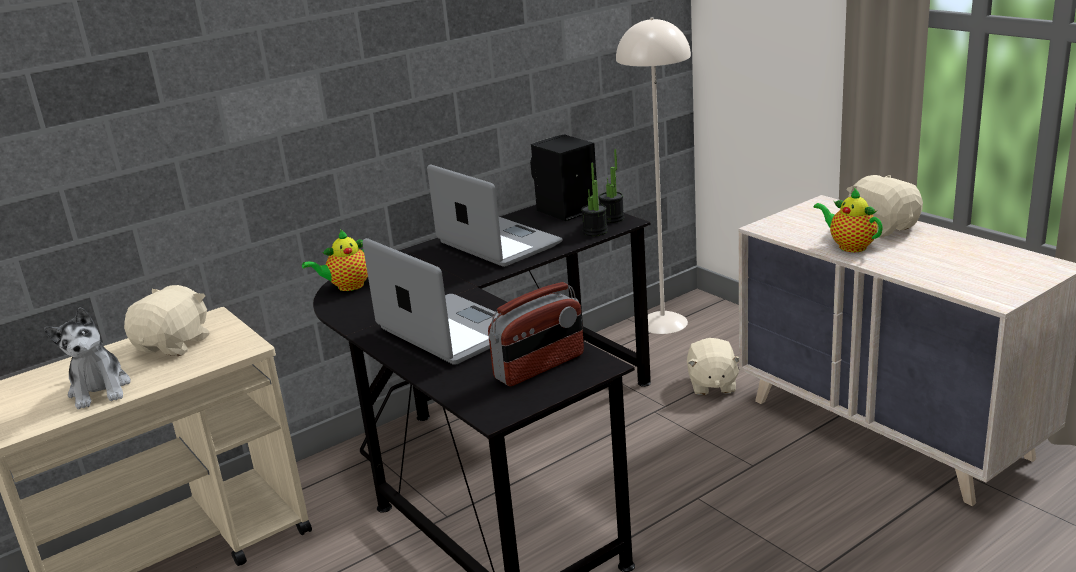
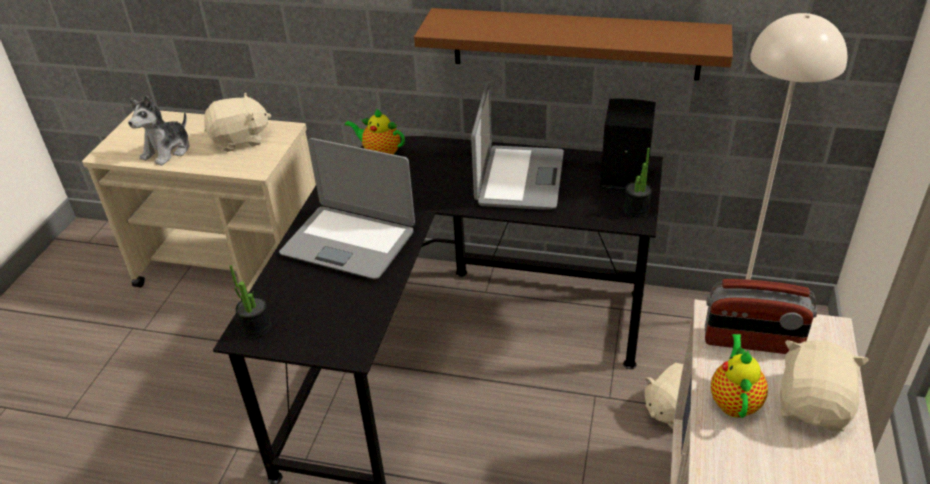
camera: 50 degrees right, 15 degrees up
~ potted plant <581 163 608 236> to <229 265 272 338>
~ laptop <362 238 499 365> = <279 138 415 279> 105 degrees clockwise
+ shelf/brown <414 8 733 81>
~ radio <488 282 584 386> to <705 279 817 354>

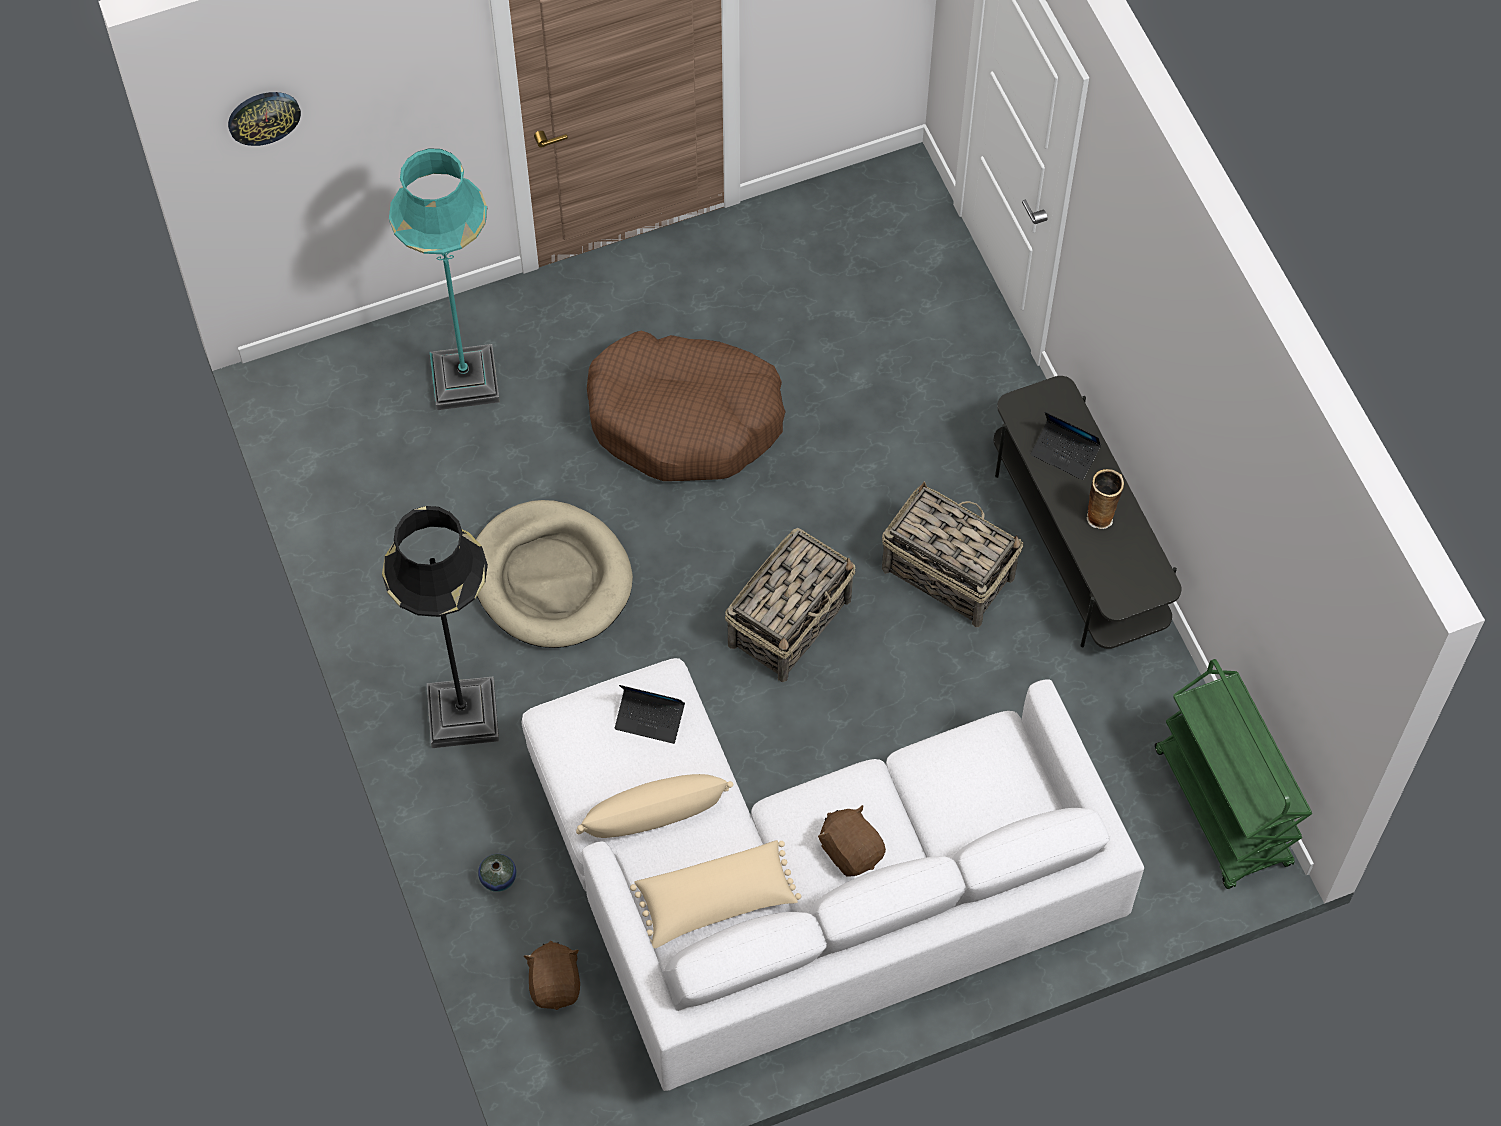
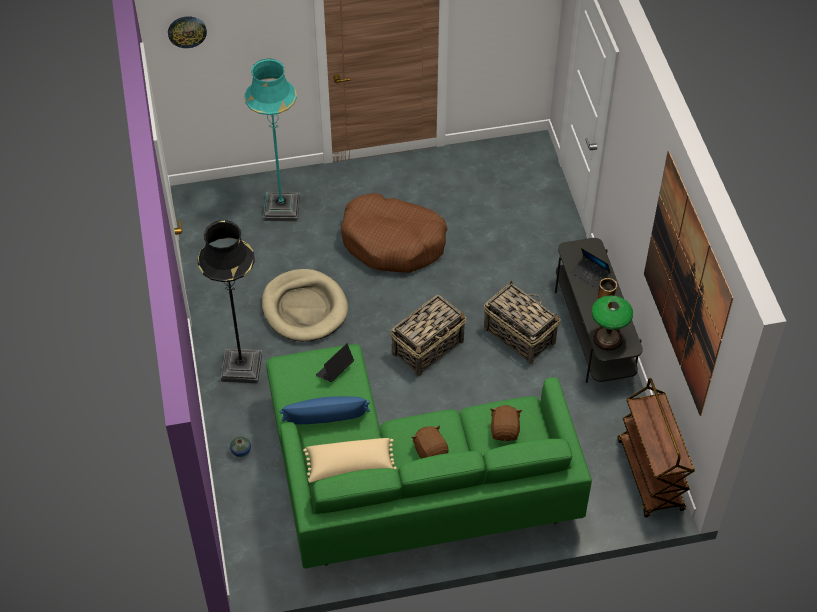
camera: 10 degrees right, 10 degrees down
~ sofa/white <522 658 1144 1091> to sofa/green <266 344 592 568>
~ pillow/beige <576 774 733 838> to pillow/blue <279 396 370 424>
~ laptop <615 685 685 744> = <316 343 354 382> 105 degrees clockwise
~ plush toy/brown <523 941 580 1010> to <490 405 522 441>
+ table lamp <592 295 633 351>
~ cart/green <1155 659 1312 889> to cart/brown <617 378 695 518>
+ picture <644 151 733 416>

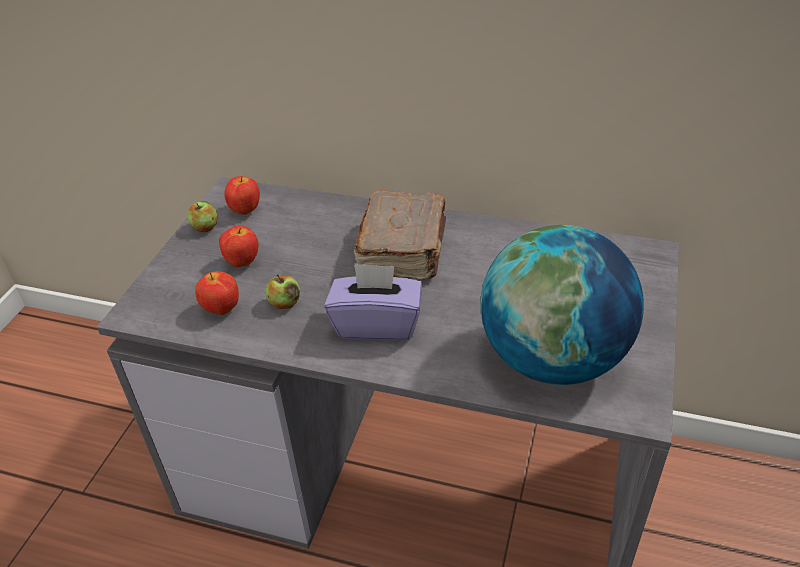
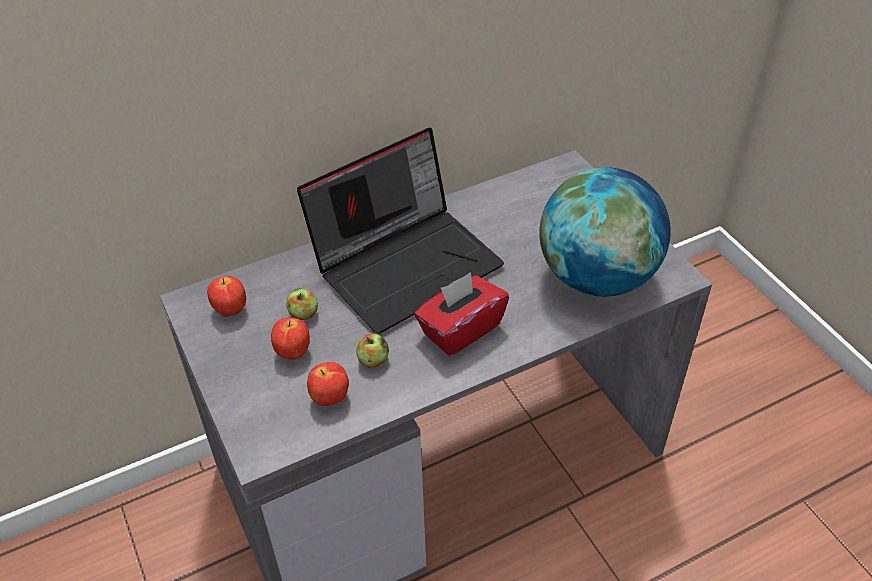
camera: 45 degrees left, 5 degrees up
~ apple <188 201 218 232> to <286 289 318 320>
~ book/brown <354 190 446 280> to laptop <297 128 504 334>
~ tissue box/purple <325 264 422 341> to tissue box/red <414 272 509 356>

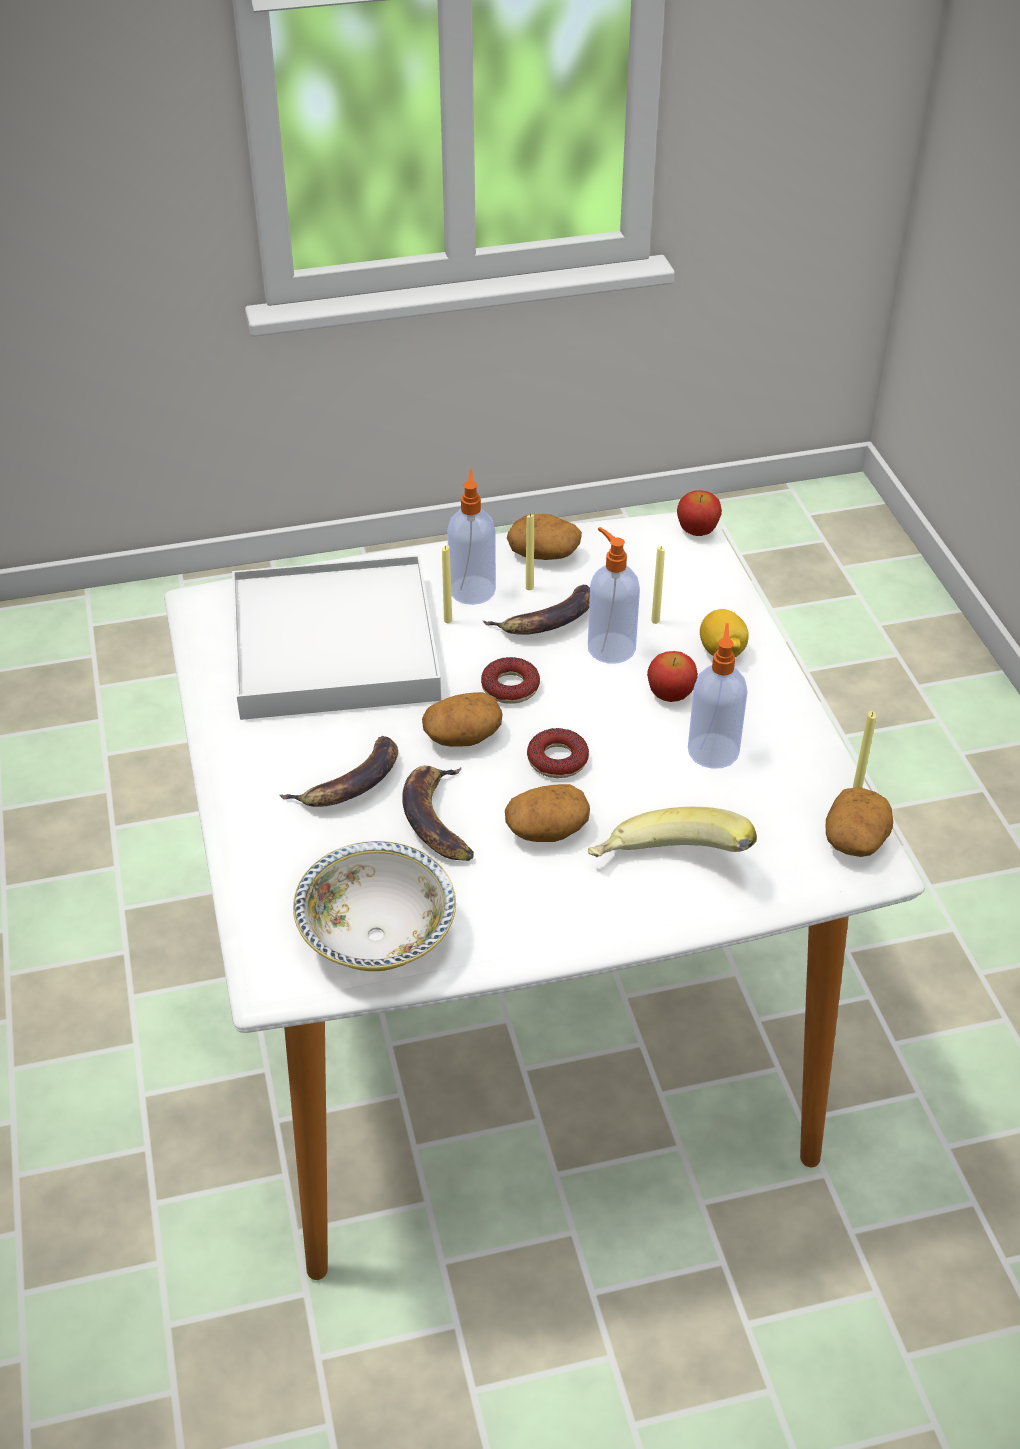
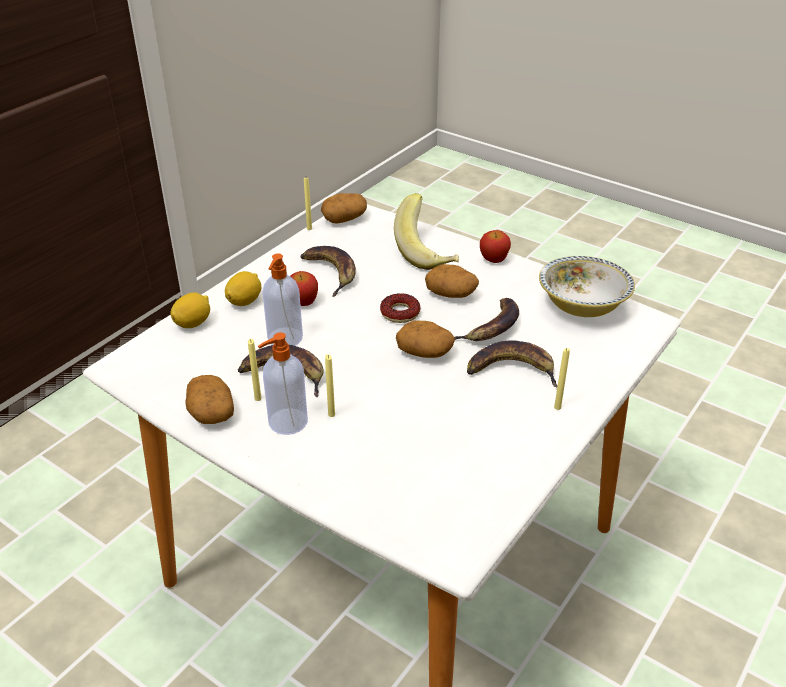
camera: 130 degrees left, 5 degrees down
+ lemon <170 293 210 328>
~ soap dispenser <688 623 747 769> to banana <301 246 356 297>
~ apple <677 490 722 536> to <480 230 511 263>
~ candle/yellow <651 546 665 624> to <554 348 570 410>
- tray/white <232 555 441 720>
- donut <481 657 540 704>

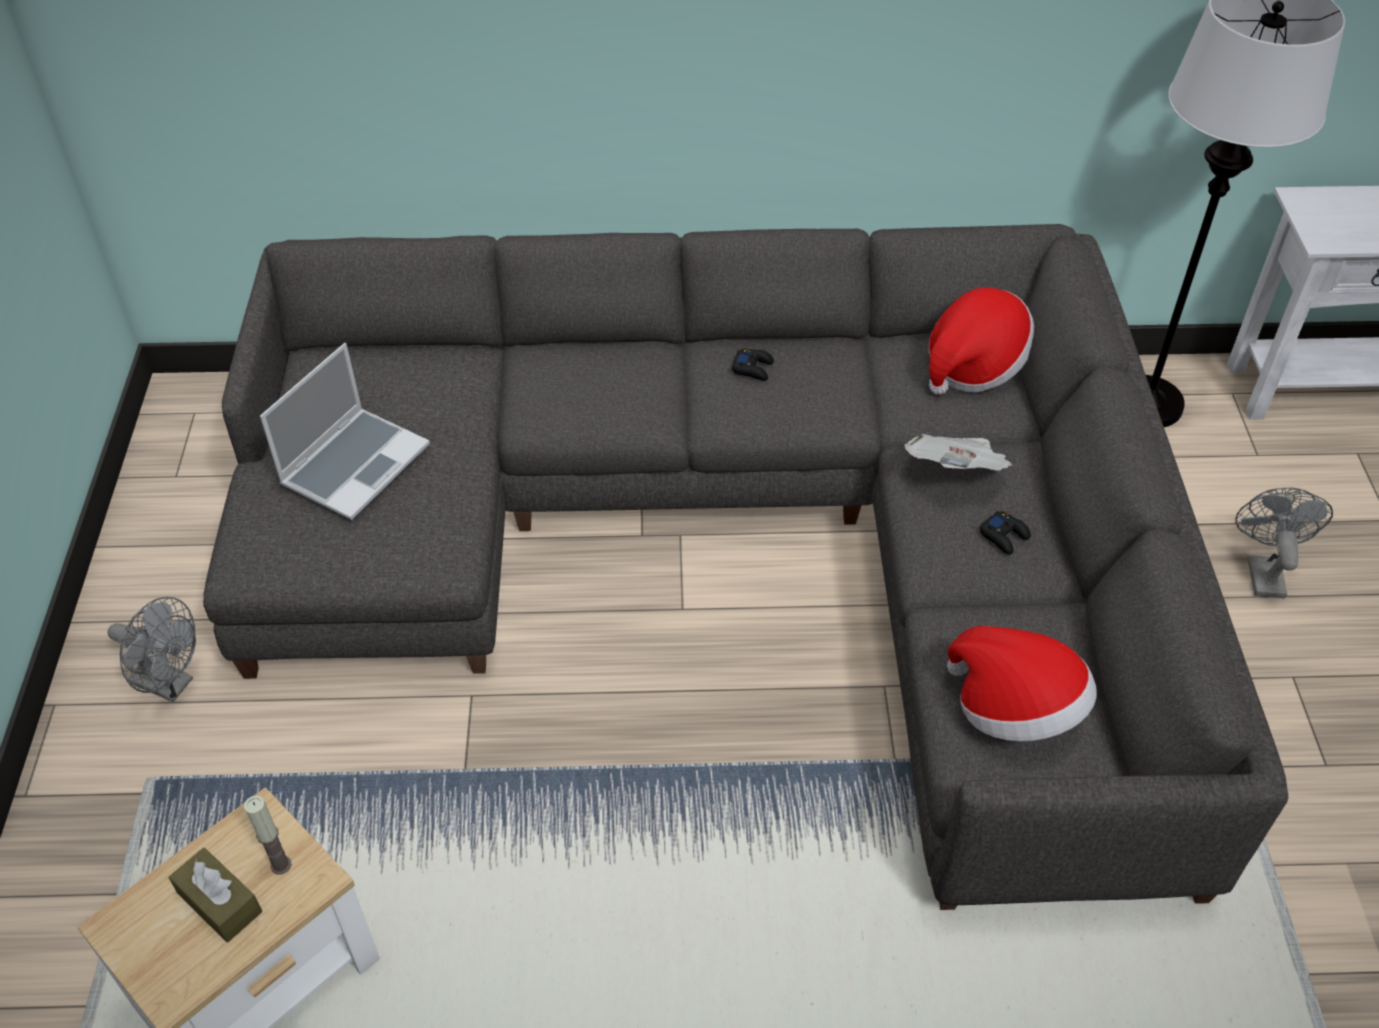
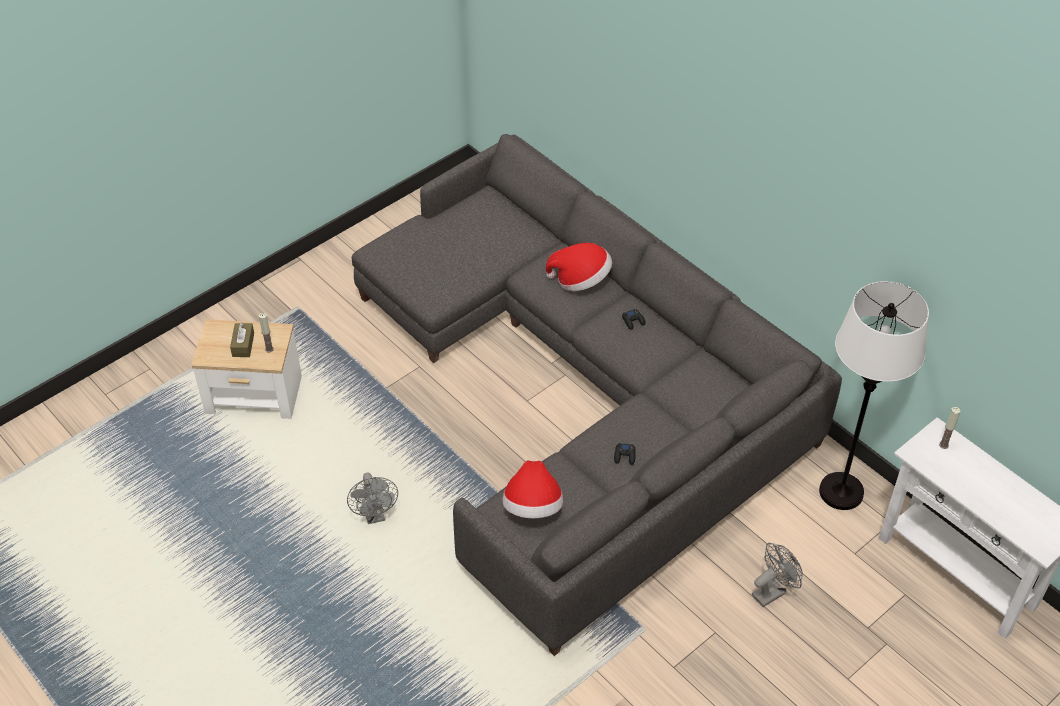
camera: 50 degrees right, 0 degrees up
~ fan/grey <107 597 196 702> to <347 472 398 524>
~ hat <929 287 1034 395> to <546 243 612 291>
+ candle <939 407 960 449>
- laptop <260 343 430 520>
- newspaper <904 434 1013 471>

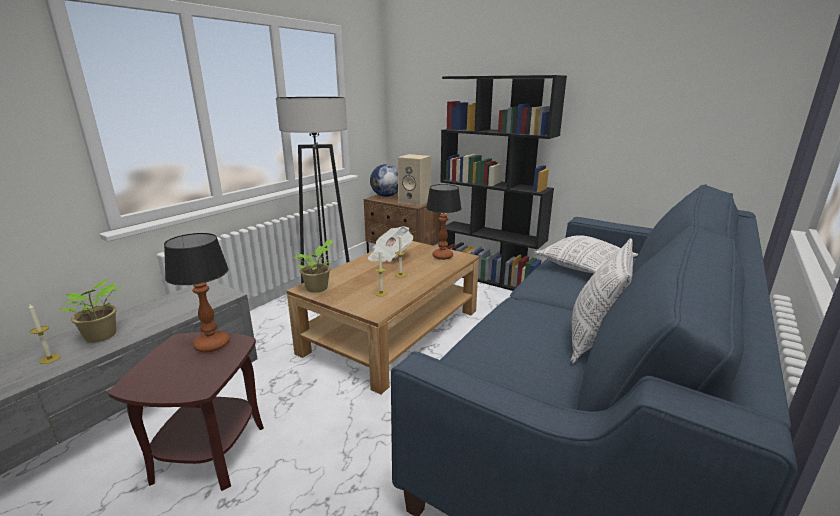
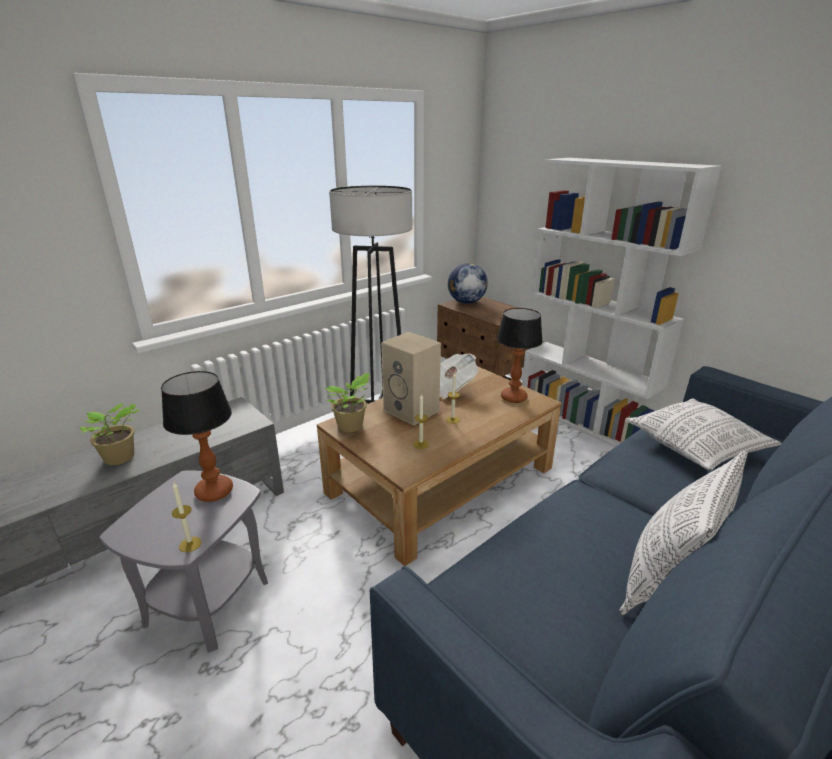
camera: 15 degrees right, 5 degrees up
~ side table/brown <108 332 264 491> to side table/grey <100 471 268 653>
~ candle <29 304 61 364> to <172 482 202 552>
~ speaker/beige <397 154 431 206> to <381 332 441 426>
~ bookcase/black <439 75 567 291> to bookcase/white <522 158 722 447>

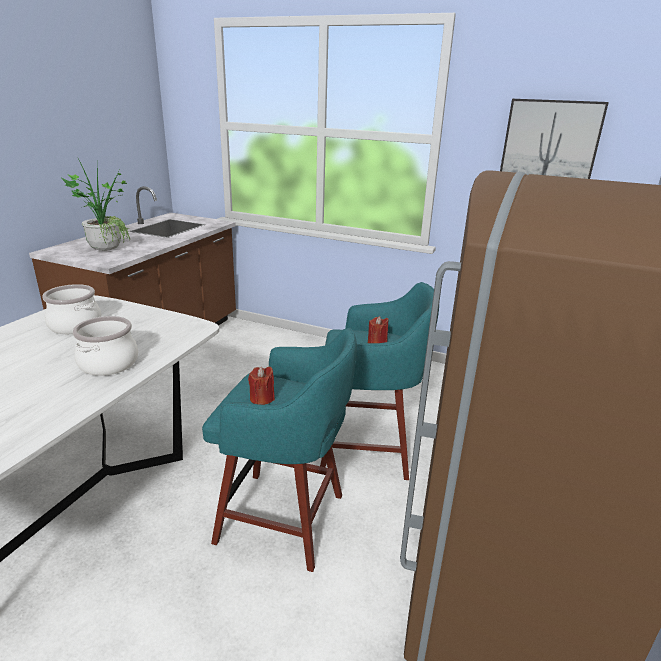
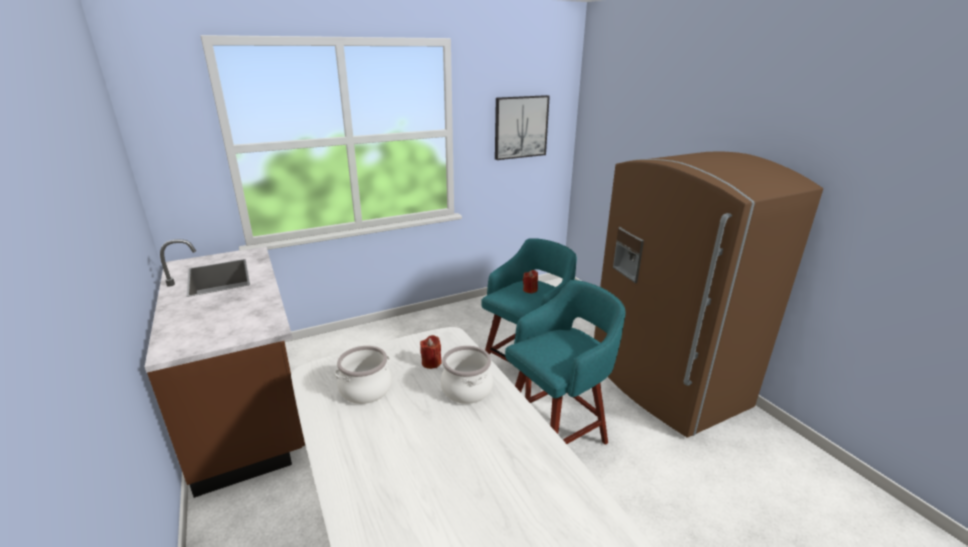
camera: 50 degrees left, 0 degrees up
~ candle/red <248 366 275 405> to <420 335 442 369>
- potted plant <62 160 130 251>

